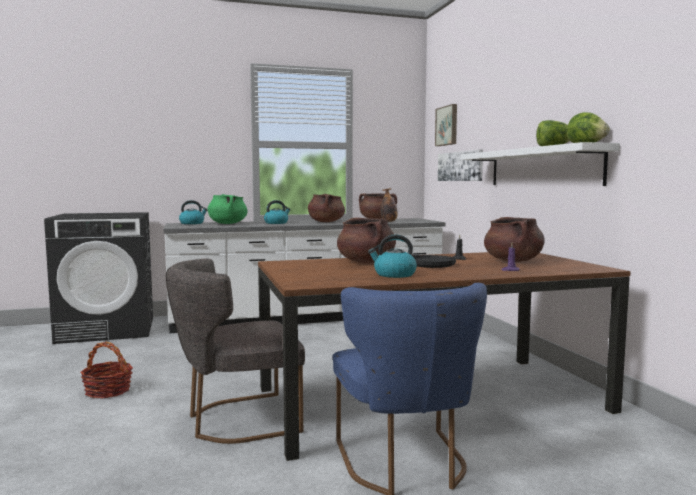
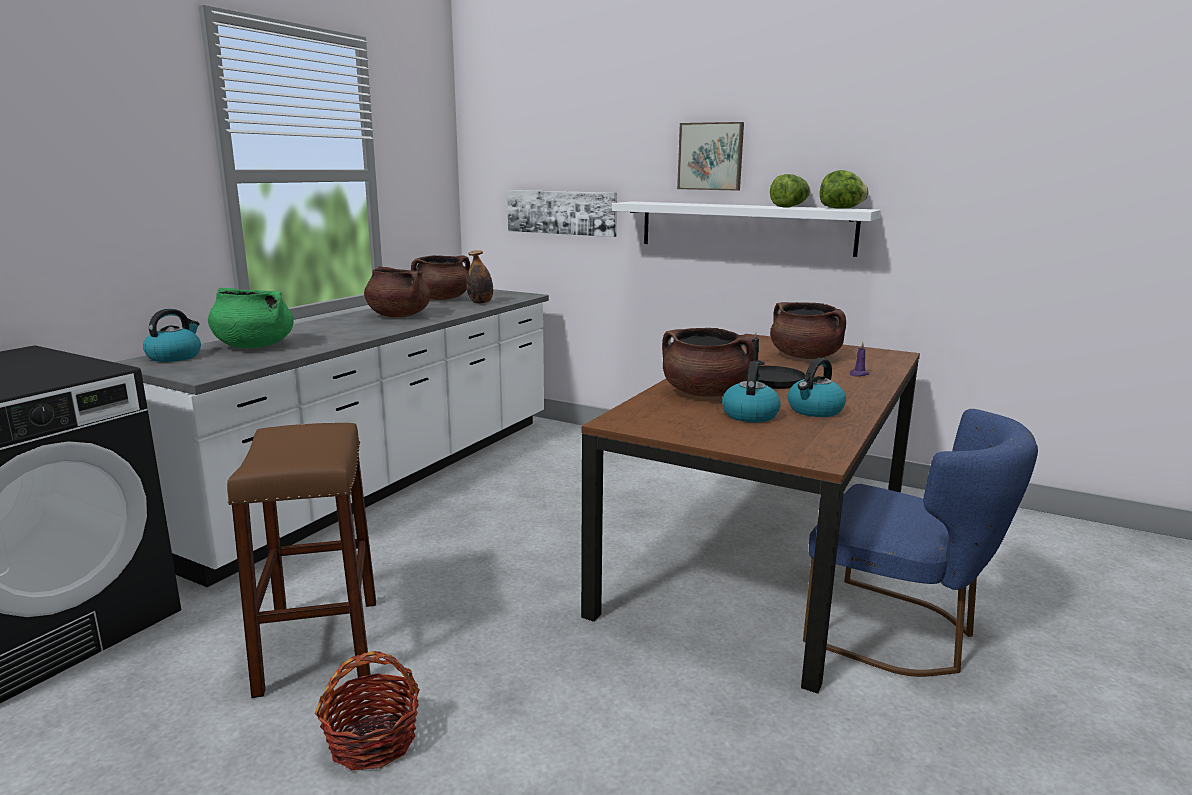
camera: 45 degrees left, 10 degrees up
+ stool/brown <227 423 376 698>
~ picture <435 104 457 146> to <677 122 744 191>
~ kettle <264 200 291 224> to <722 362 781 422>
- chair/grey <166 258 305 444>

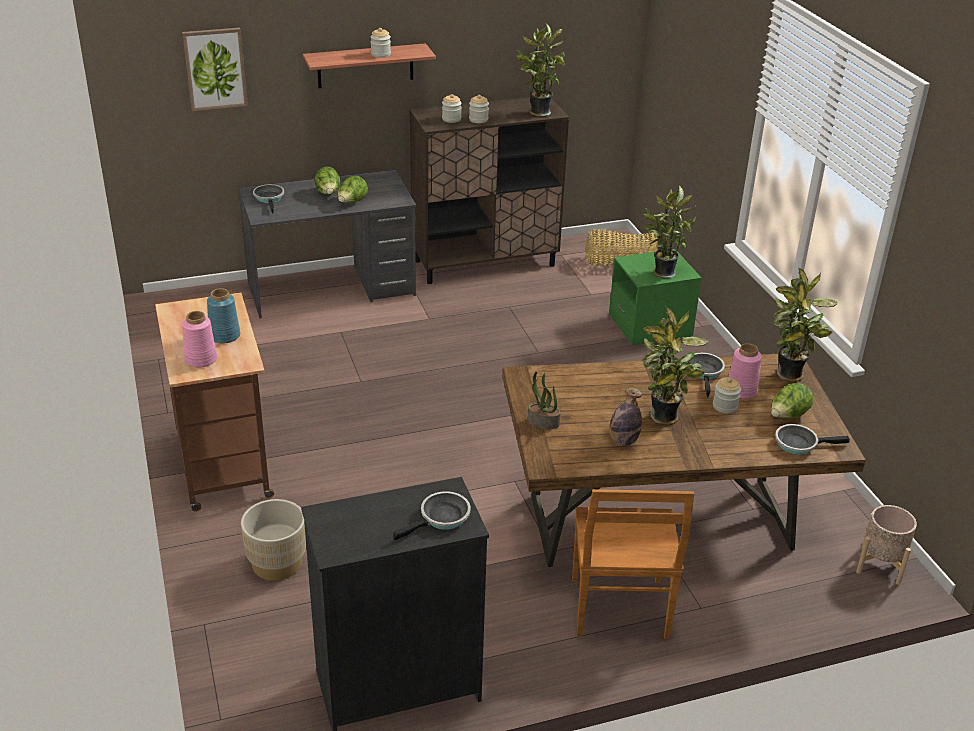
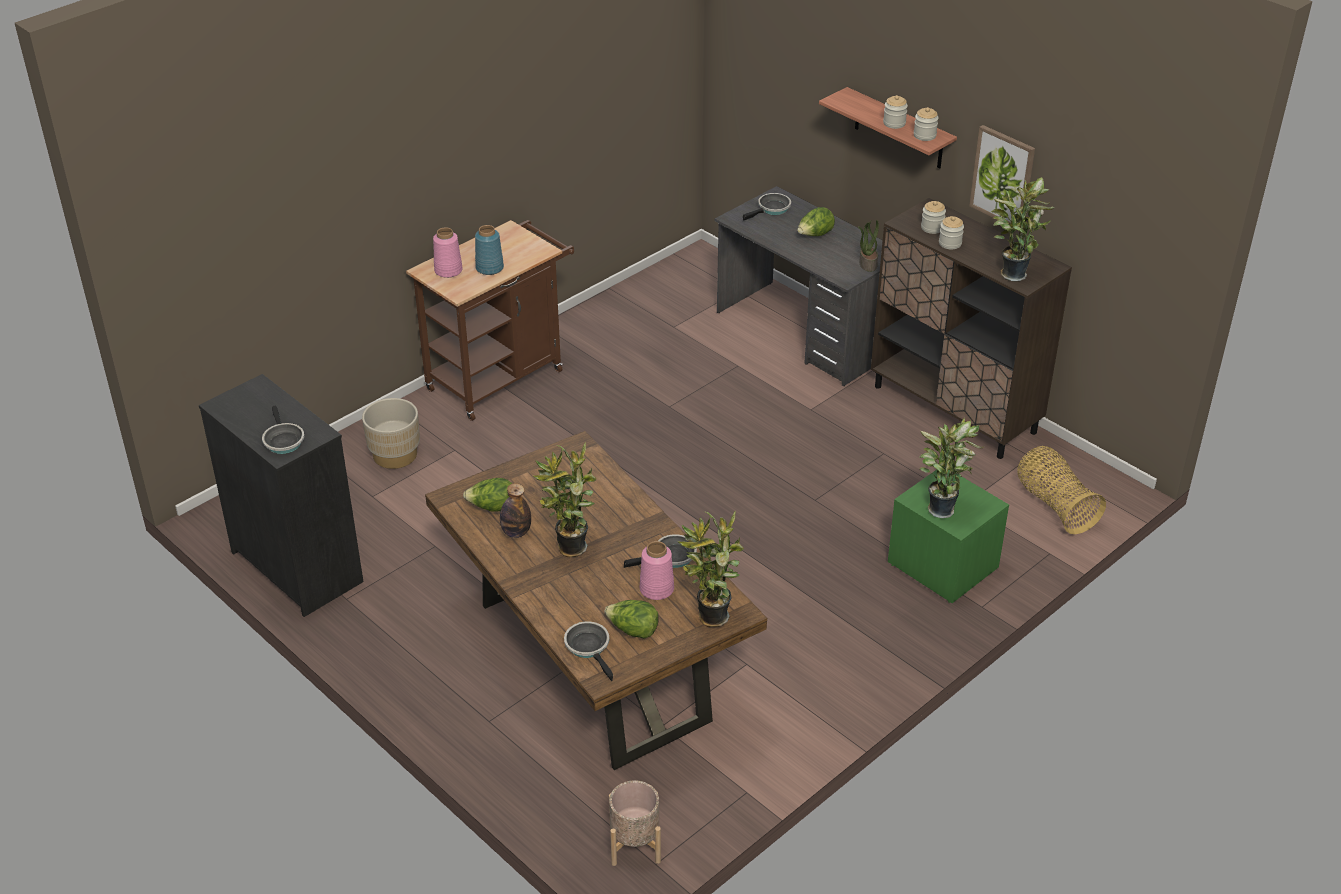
camera: 65 degrees right, 5 degrees up
~ frying pan <393 491 471 540> = <262 405 304 454> 45 degrees clockwise
~ lettuce <338 176 368 203> to <463 478 512 512>
~ potted plant <528 372 561 429> to <858 220 879 272>
~ jar <713 377 741 413> to <914 107 939 141>
~ picture <182 28 248 111> to <969 125 1035 223>
- chair/brown <572 489 694 639>

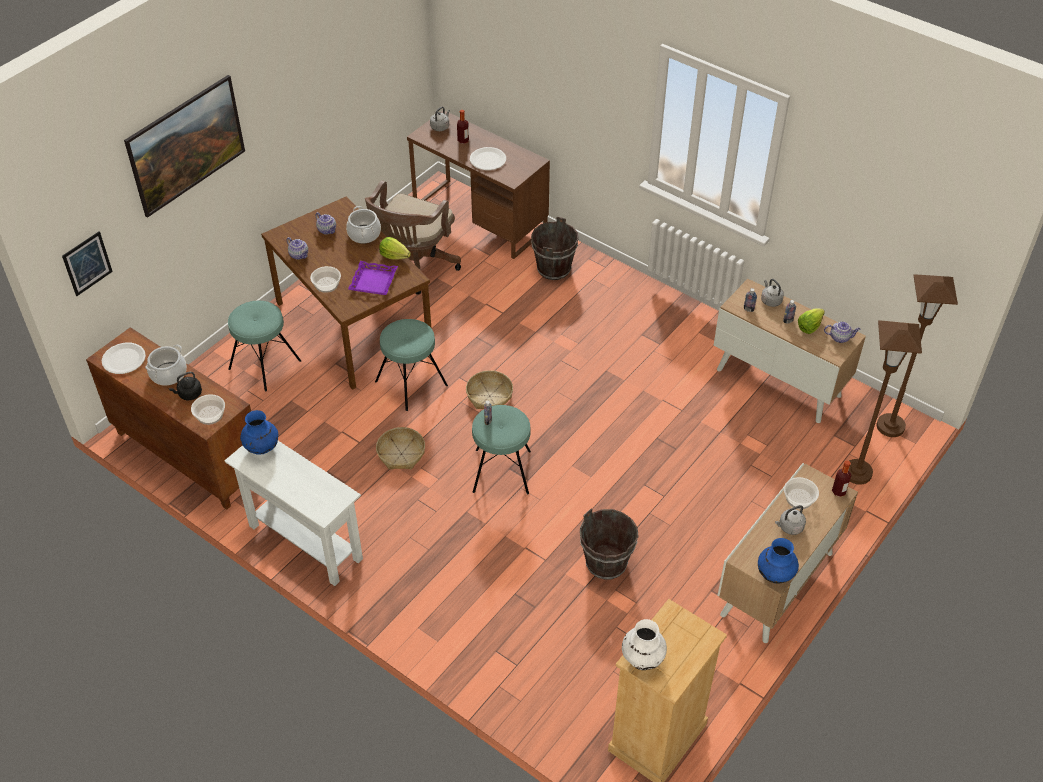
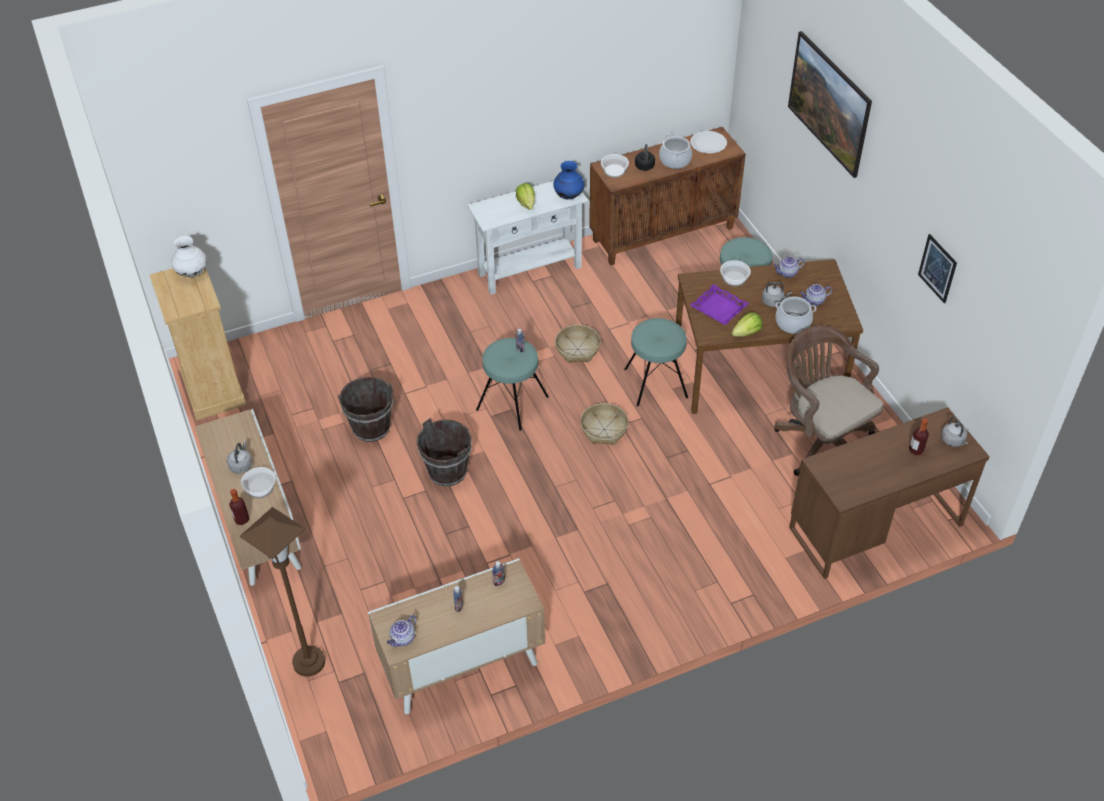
camera: 120 degrees right, 0 degrees up
~ bucket/brown <531 217 578 280> to <417 418 472 486>
~ lettuce <798 308 825 334> to <516 183 535 210>
~ kettle/grey <761 279 784 307> to <762 282 792 307>
~ picture <62 231 113 296> to <918 234 957 303>
- plate/white <470 147 506 170>
- vase/blue <758 538 799 584>
- floor lamp/brown <877 274 958 437>

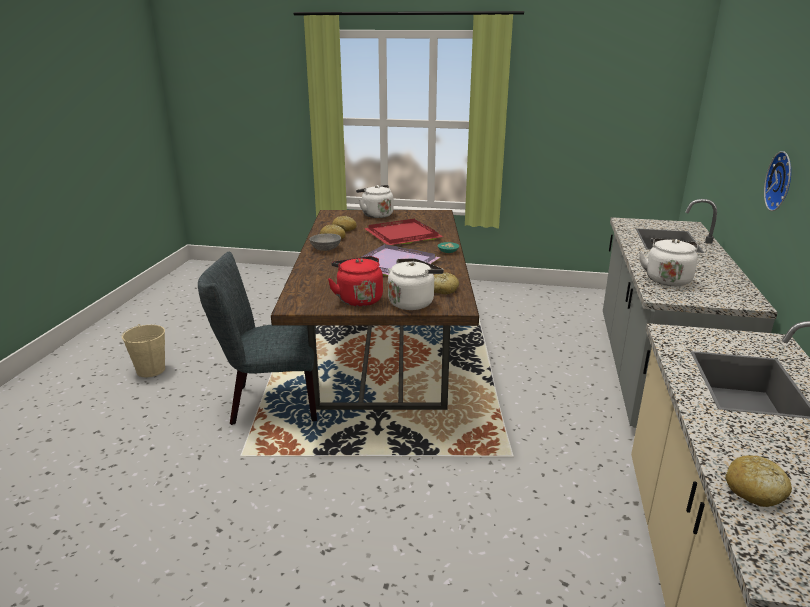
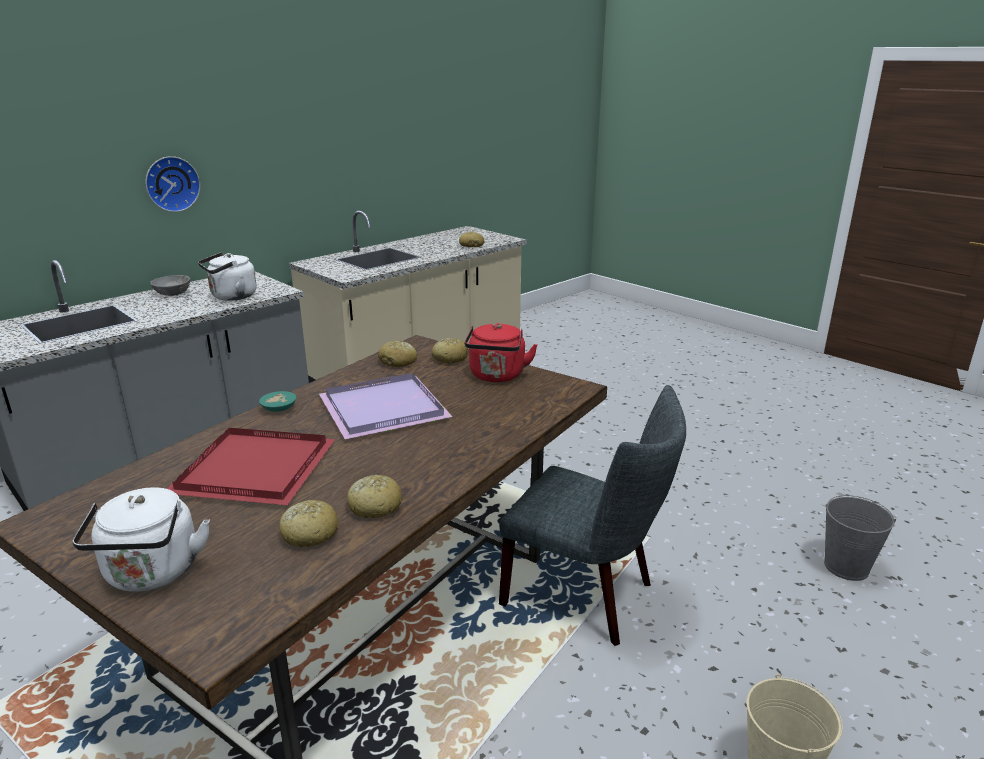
camera: 145 degrees left, 0 degrees up
~ bowl/grey <309 233 341 251> to <150 275 190 296>
~ kettle/white <388 258 444 310> to bread <432 338 468 364>
+ bucket/grey <824 495 896 581>

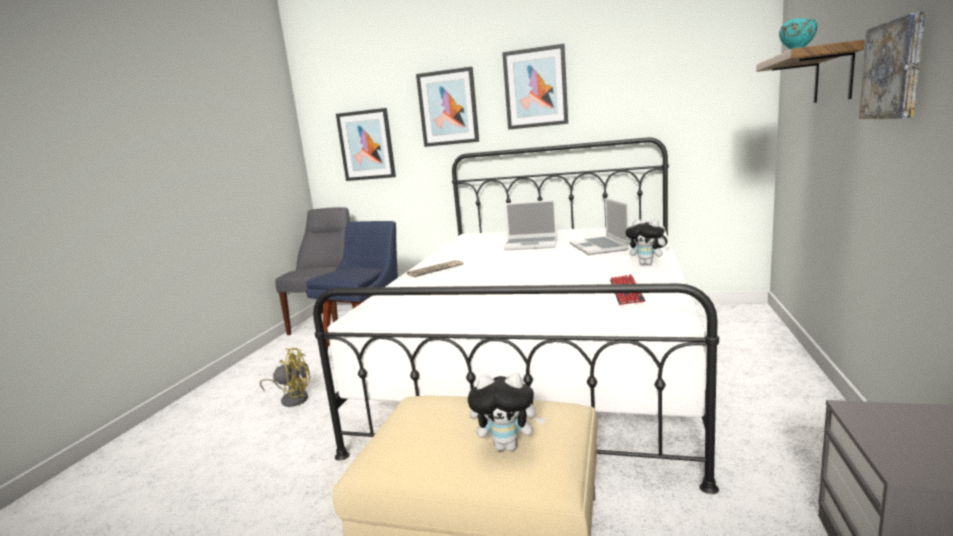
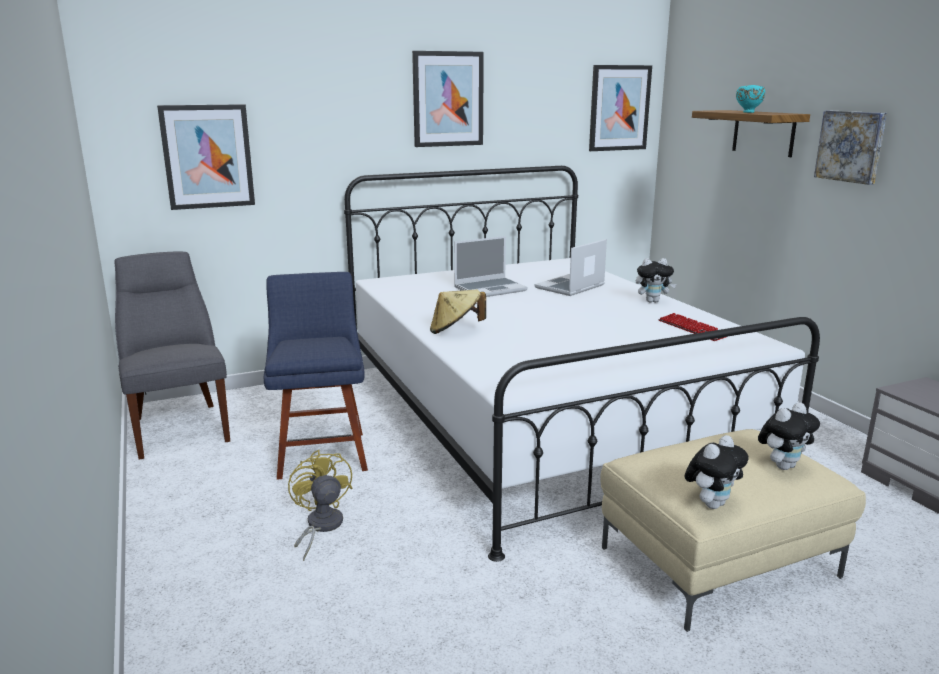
camera: 40 degrees left, 5 degrees up
~ fan/yellow <259 348 310 407> = <288 449 352 561> 75 degrees counterclockwise
~ newspaper <407 260 464 277> to hat/beige <430 289 486 334>
~ laptop <569 198 629 255> = <534 239 607 296> 90 degrees clockwise
~ picture <416 67 479 147> to <589 65 652 151>
+ plush toy <685 435 749 509>

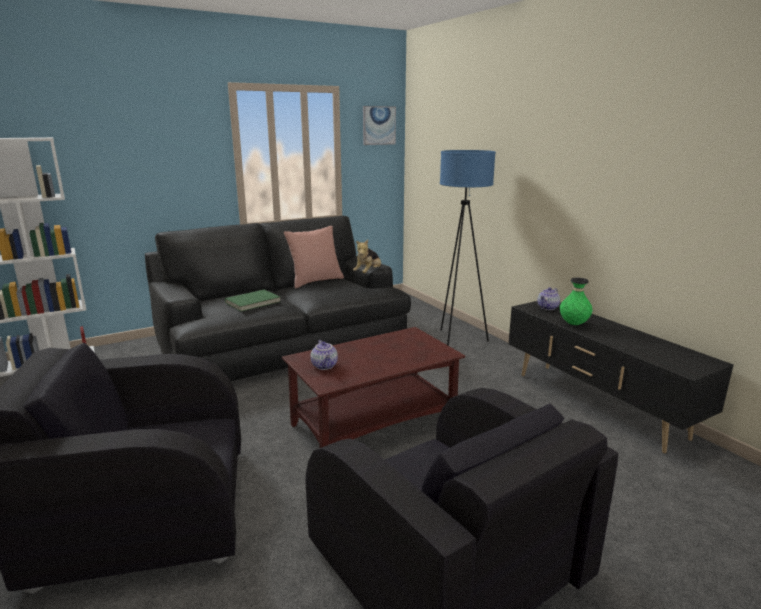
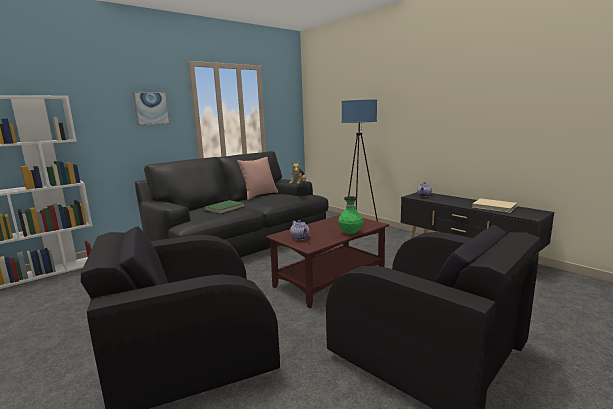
camera: 10 degrees left, 5 degrees down
~ picture <363 106 396 145> to <133 92 170 125>
~ vase/green <560 278 593 325> to <338 196 363 234>
+ book/beige <472 198 517 213>

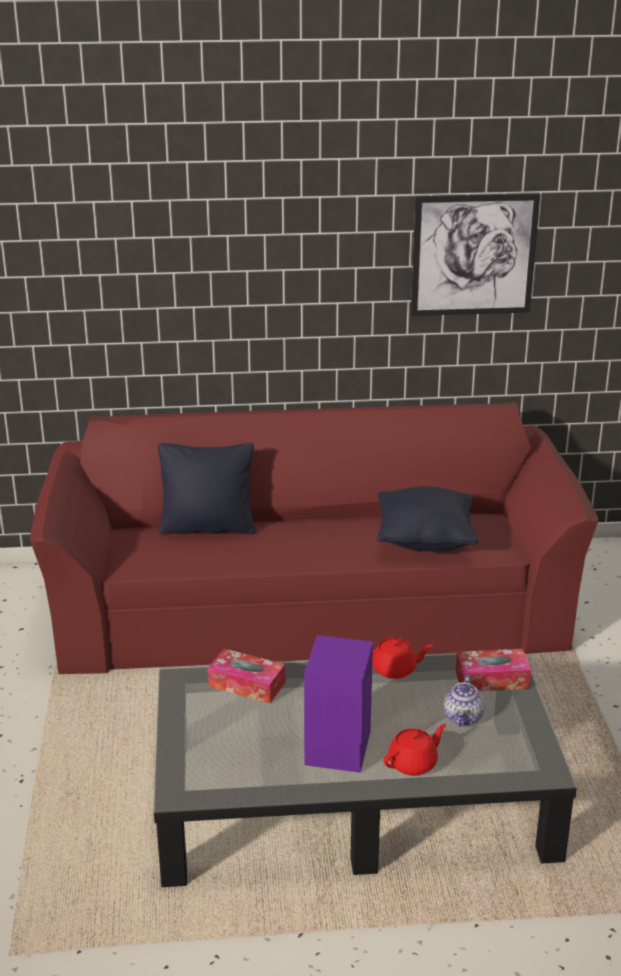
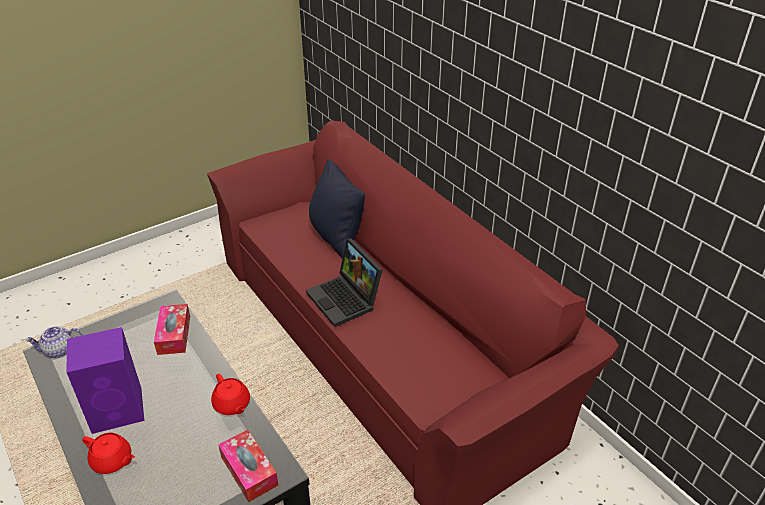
camera: 60 degrees right, 10 degrees up
~ teapot <443 675 485 727> to <25 326 83 358>
+ laptop <306 238 383 327>
- pillow/black <377 486 478 552>
- picture <411 194 540 316>

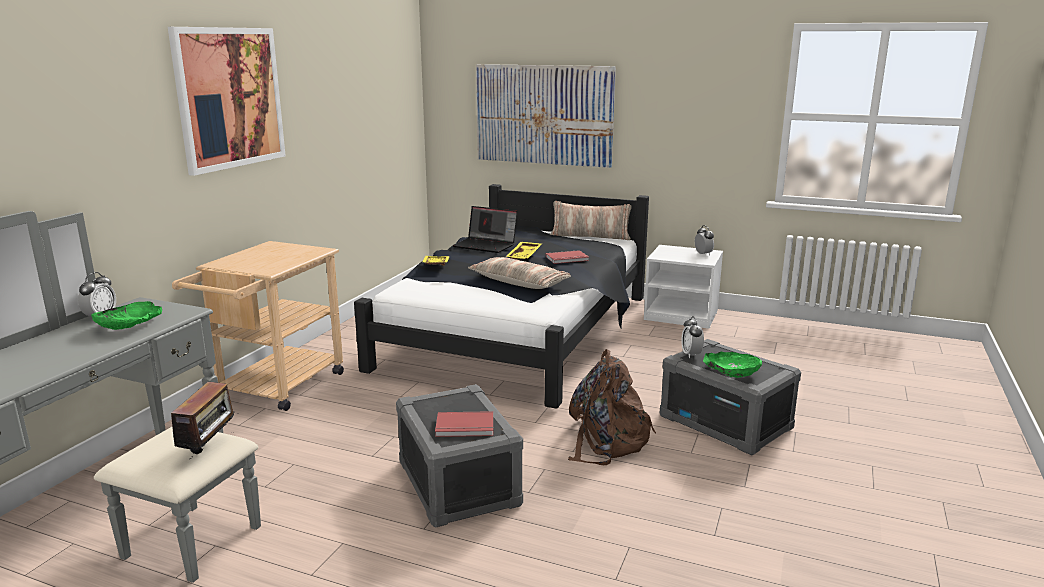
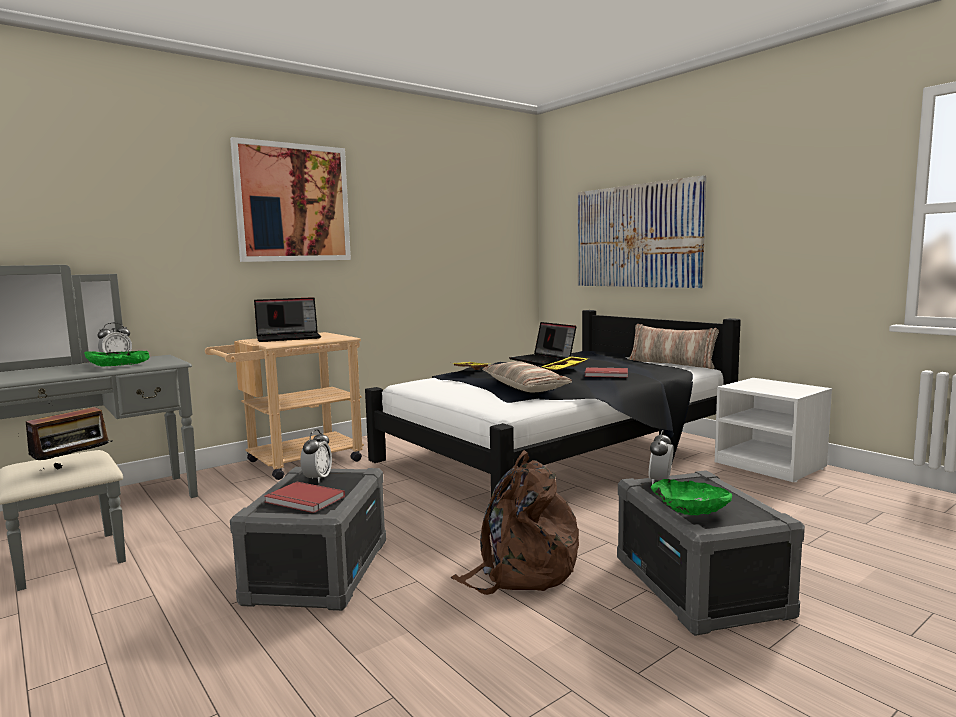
camera: 30 degrees right, 10 degrees down
+ laptop <254 297 321 342>
~ alarm clock <695 225 714 256> to <300 429 332 483>

